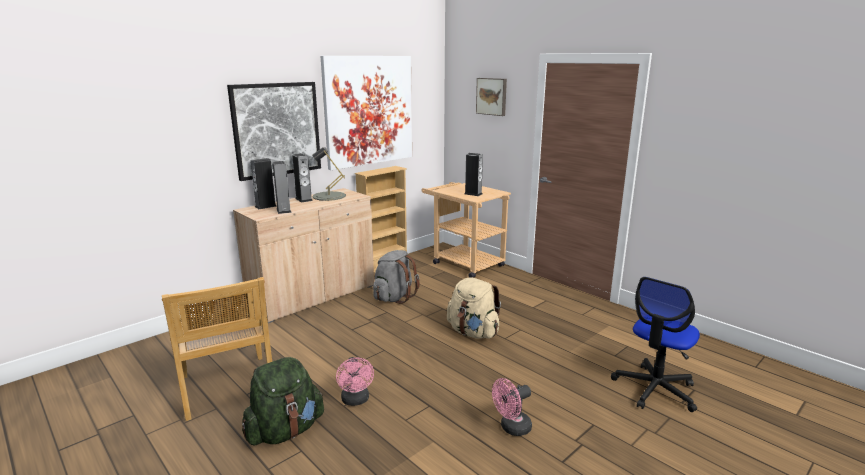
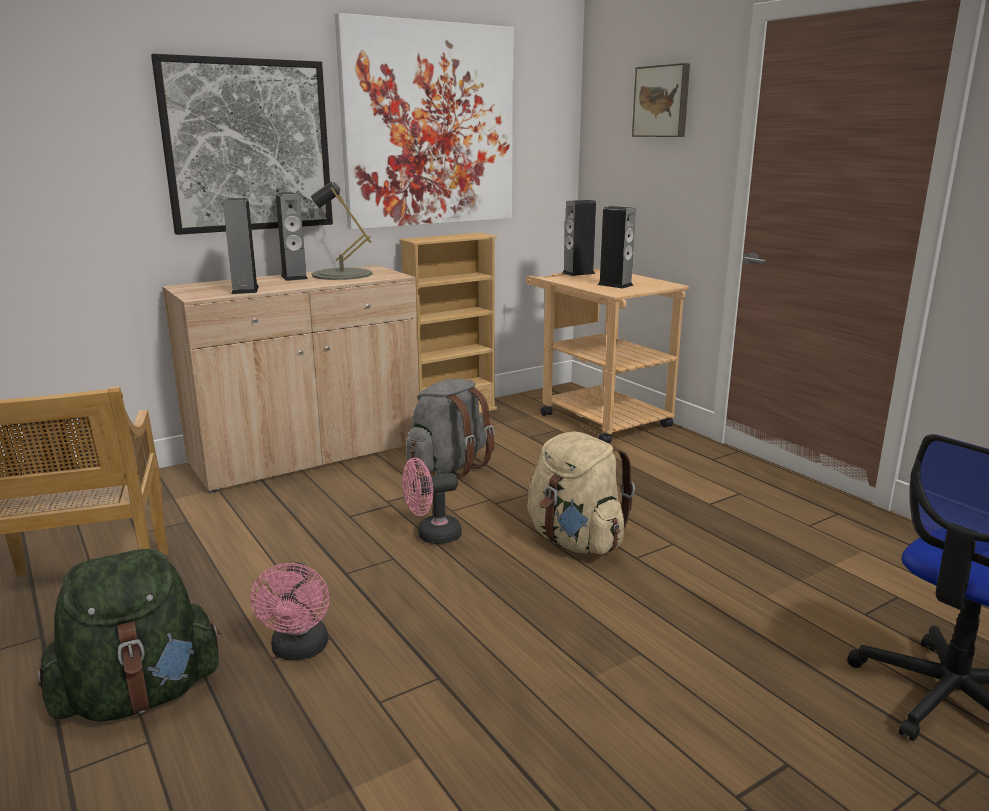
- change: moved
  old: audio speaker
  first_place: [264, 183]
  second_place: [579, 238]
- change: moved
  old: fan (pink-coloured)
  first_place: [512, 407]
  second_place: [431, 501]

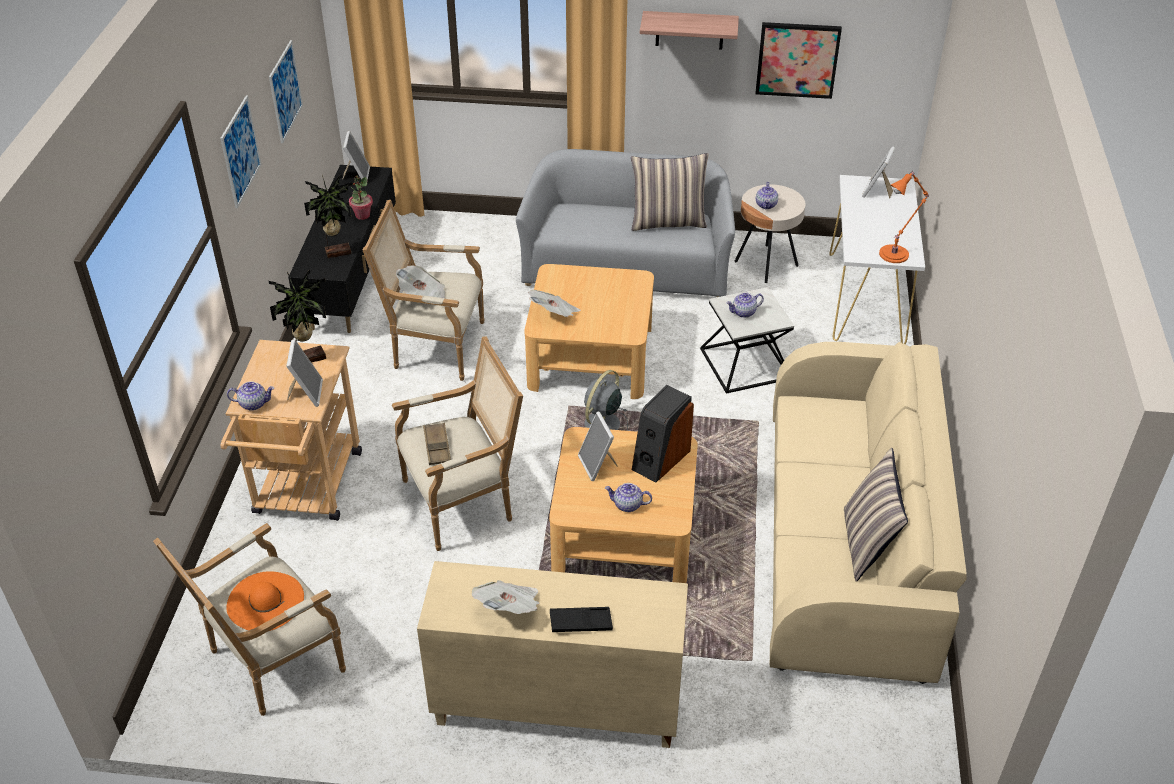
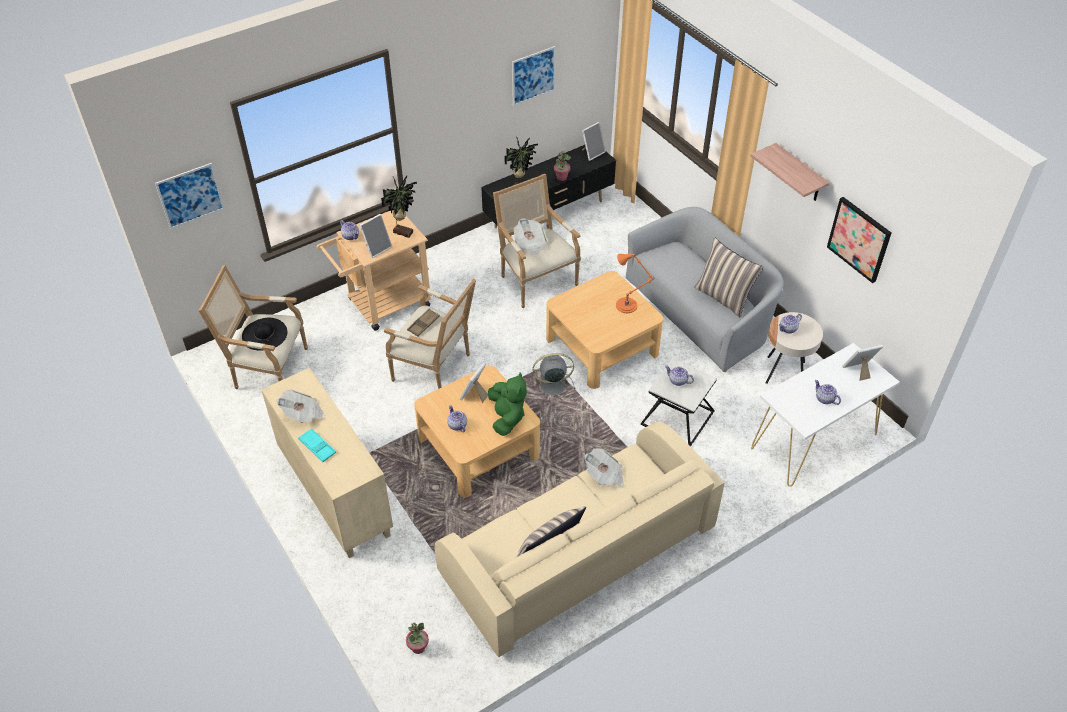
- change: moved
  old: wall art
  first_place: [240, 152]
  second_place: [190, 196]
- change: moved
  old: lamp for a table (orange)
  first_place: [904, 217]
  second_place: [635, 283]
- change: moved
  old: printed paper
  first_place: [554, 303]
  second_place: [604, 467]
- change: replaced
  old: audio speaker
  new: soft toy (green-coloured)
  first_place: [663, 433]
  second_place: [507, 404]
- change: recoloured
  old: clothing hat (orange)
  new: clothing hat (black)
  first_place: [265, 601]
  second_place: [265, 334]
- change: recoloured
  old: carrying tray (black)
  new: carrying tray (blue-green)
  first_place: [581, 619]
  second_place: [317, 445]
- change: added
  new: teapot
  second_place: [828, 392]
- change: added
  new: houseplant
  second_place: [417, 638]

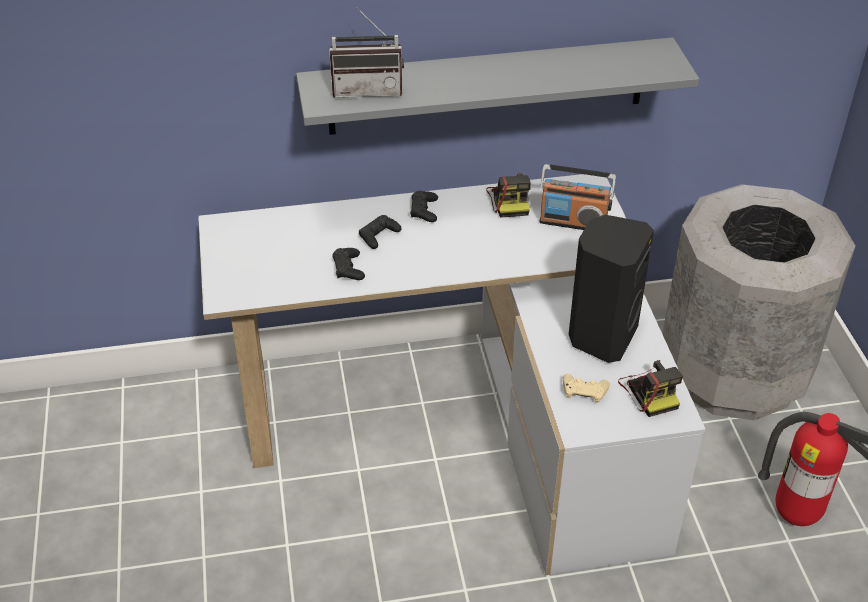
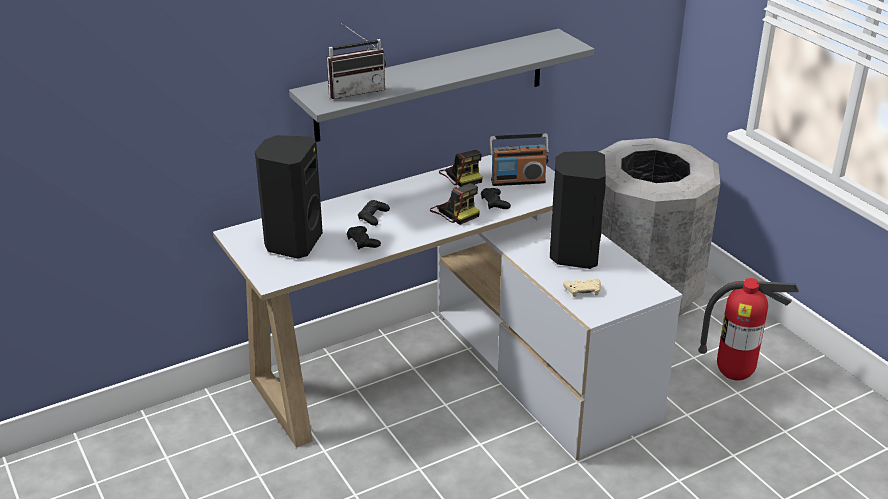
- change: moved
  old: game controller (black)
  first_place: [424, 206]
  second_place: [496, 198]
- change: moved
  old: still camera
  first_place: [650, 388]
  second_place: [455, 204]
- change: added
  new: audio speaker (black)
  second_place: [289, 197]

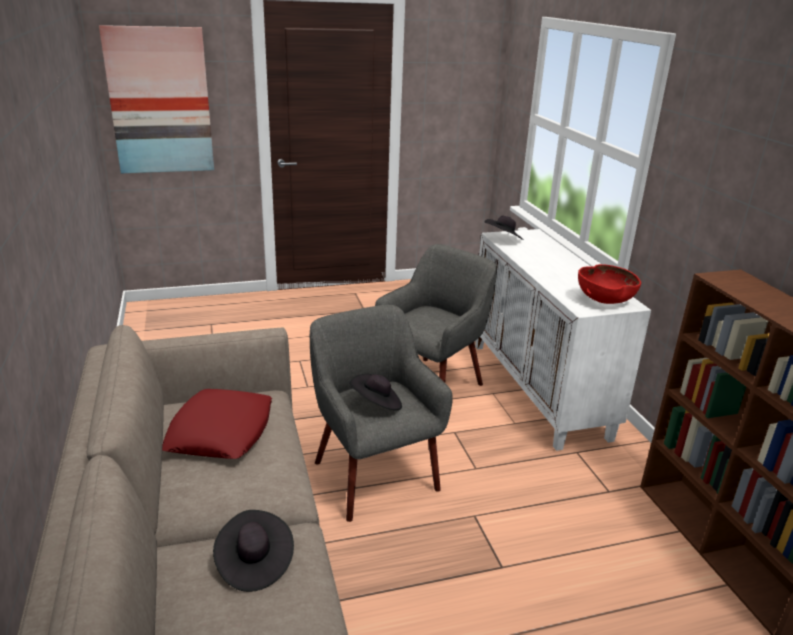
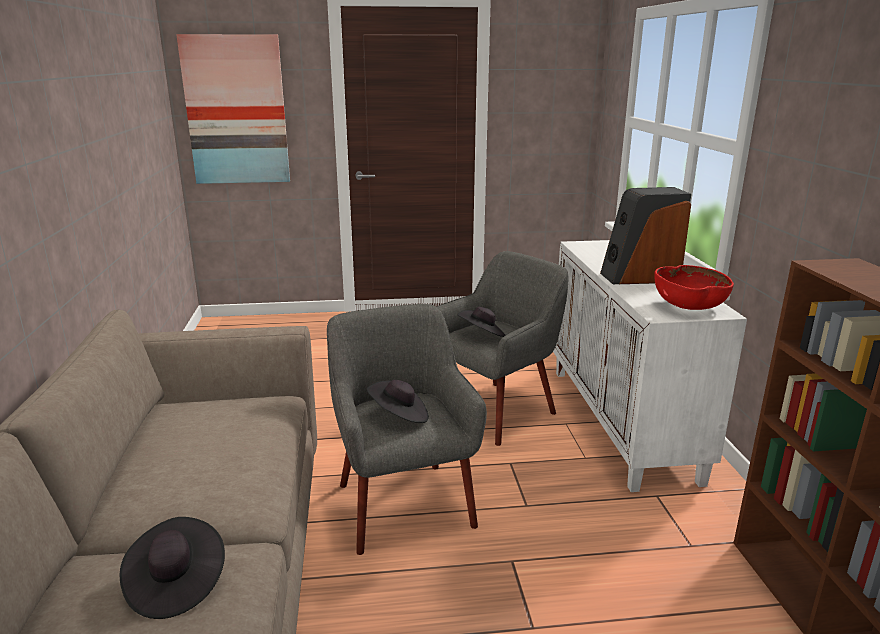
- change: moved
  old: clothing hat (black)
  first_place: [504, 227]
  second_place: [481, 322]
- change: removed
  old: cushion (red-coloured)
  first_place: [217, 424]
- change: added
  new: audio speaker
  second_place: [645, 235]

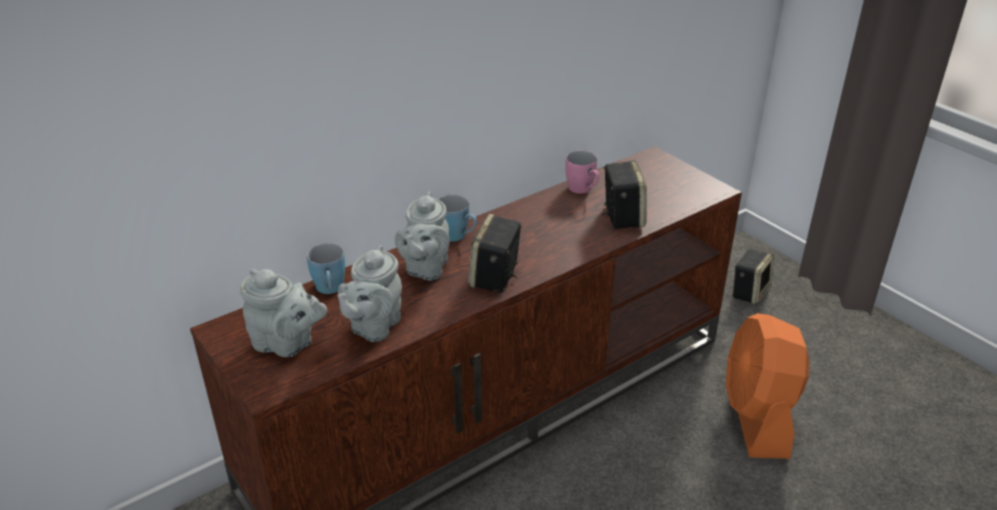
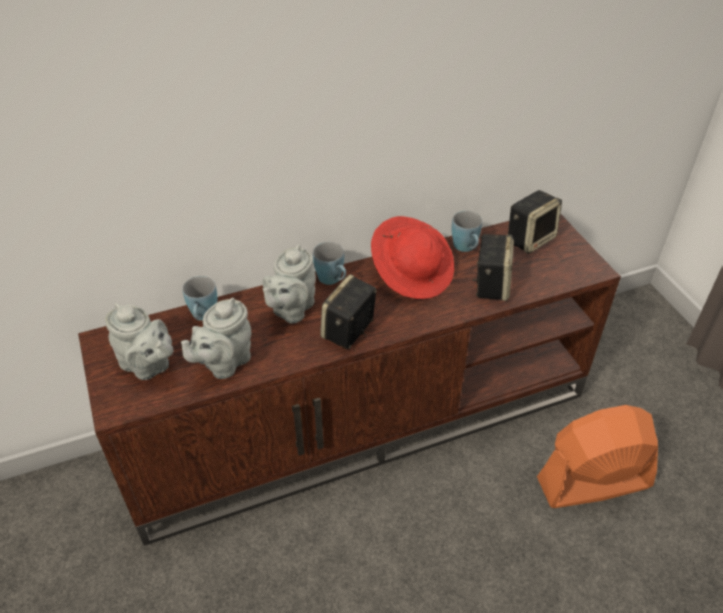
- change: recoloured
  old: tea mug (pink-coloured)
  new: tea mug (blue-coloured)
  first_place: [582, 172]
  second_place: [467, 231]
- change: moved
  old: audio speaker
  first_place: [753, 277]
  second_place: [535, 222]
- change: turned
  old: fan (orange)
  first_place: [767, 386]
  second_place: [597, 456]
  degrees: 60
- change: added
  new: clothing hat (red-coloured)
  second_place: [412, 257]

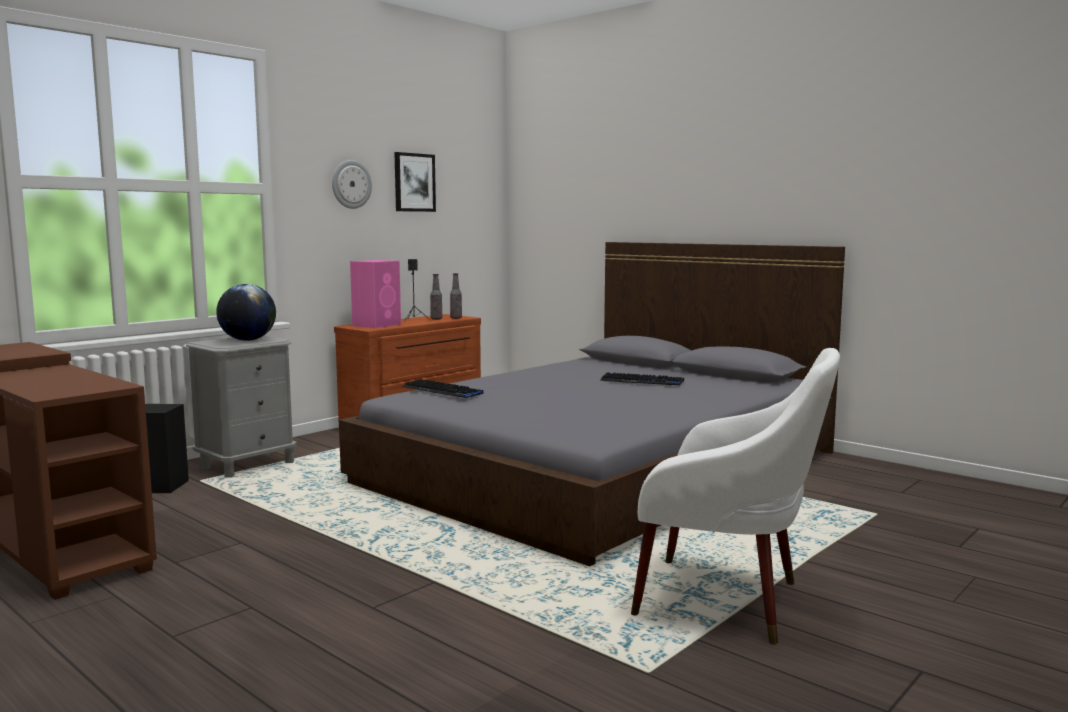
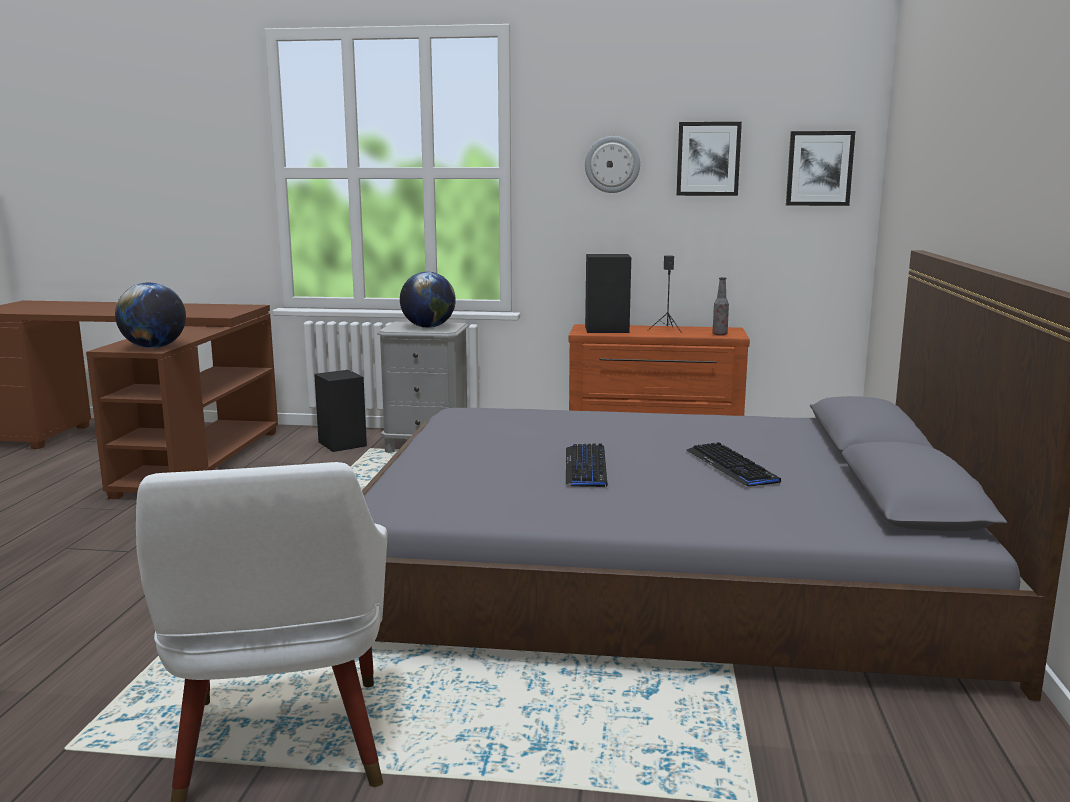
- change: recoloured
  old: audio speaker (pink-coloured)
  new: audio speaker (black)
  first_place: [375, 294]
  second_place: [608, 293]
- change: removed
  old: bottle
  first_place: [436, 297]
- change: moved
  old: keyboard
  first_place: [442, 388]
  second_place: [587, 465]
- change: added
  new: wall art
  second_place: [820, 168]
- change: added
  new: world globe
  second_place: [150, 315]

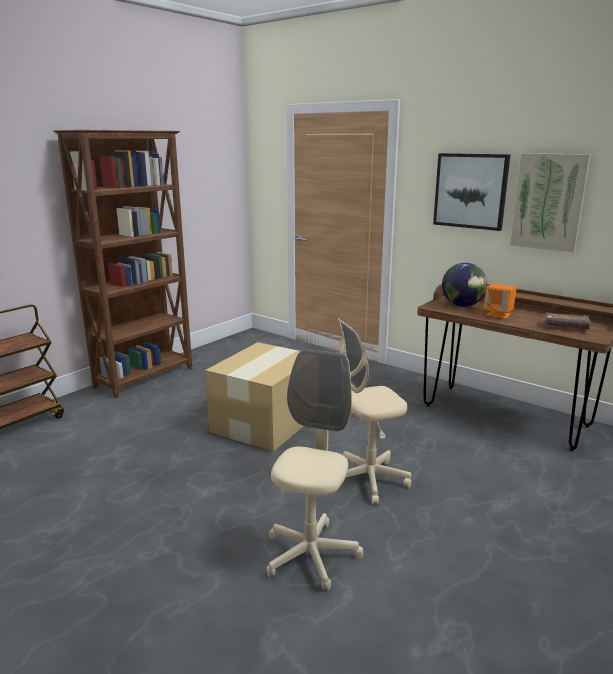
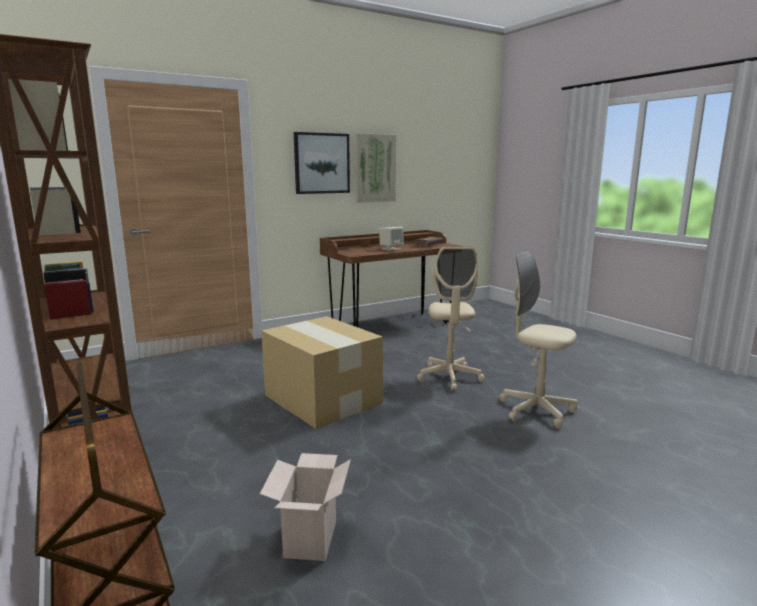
- change: removed
  old: world globe
  first_place: [464, 285]
- change: recoloured
  old: audio speaker (orange)
  new: audio speaker (beige-coloured)
  first_place: [500, 301]
  second_place: [391, 239]
- change: added
  new: packing box
  second_place: [305, 507]

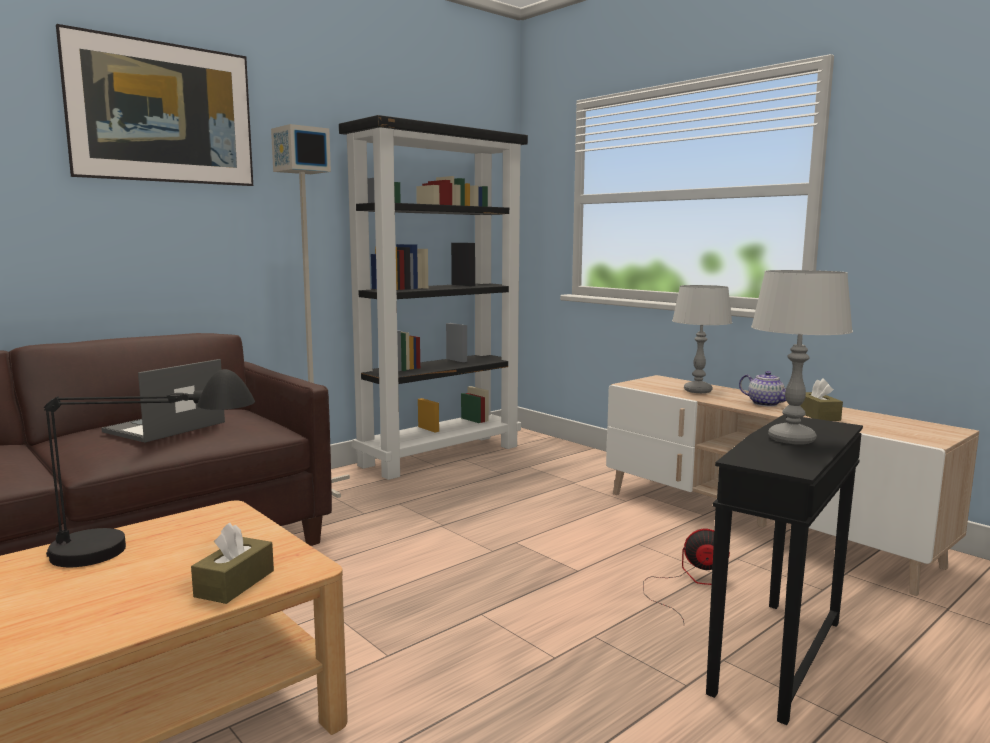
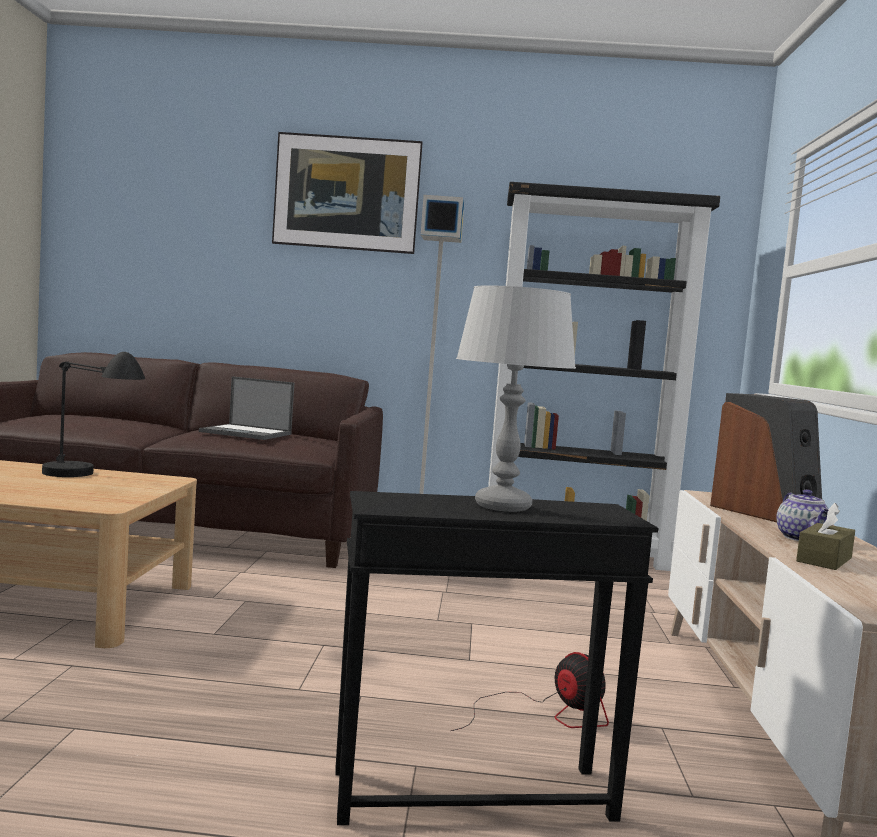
- change: replaced
  old: lamp for a table (grey)
  new: audio speaker
  first_place: [702, 339]
  second_place: [766, 457]
- change: turned
  old: notebook computer
  first_place: [163, 401]
  second_place: [246, 408]
  degrees: -150
- change: removed
  old: tissue holder (brownish)
  first_place: [232, 563]

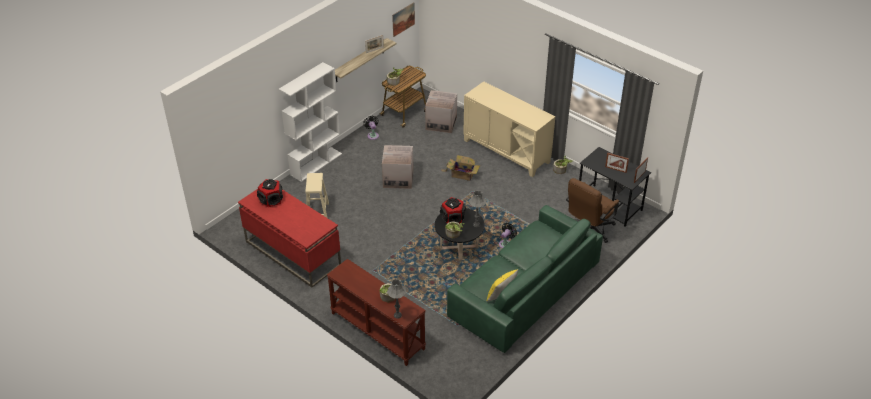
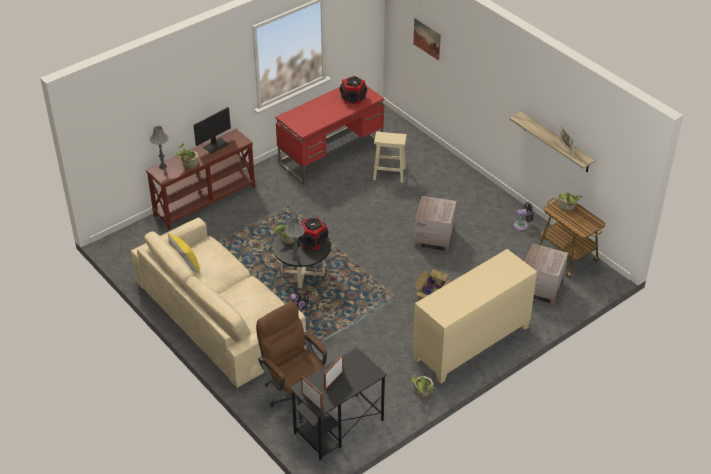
- change: moved
  old: wall art
  first_place: [403, 19]
  second_place: [427, 39]
- change: removed
  old: shelving unit (white)
  first_place: [310, 122]
- change: recoloured
  old: couch (green-coloured)
  new: couch (beige-coloured)
  first_place: [525, 279]
  second_place: [218, 303]
- change: added
  new: computer screen
  second_place: [212, 130]

